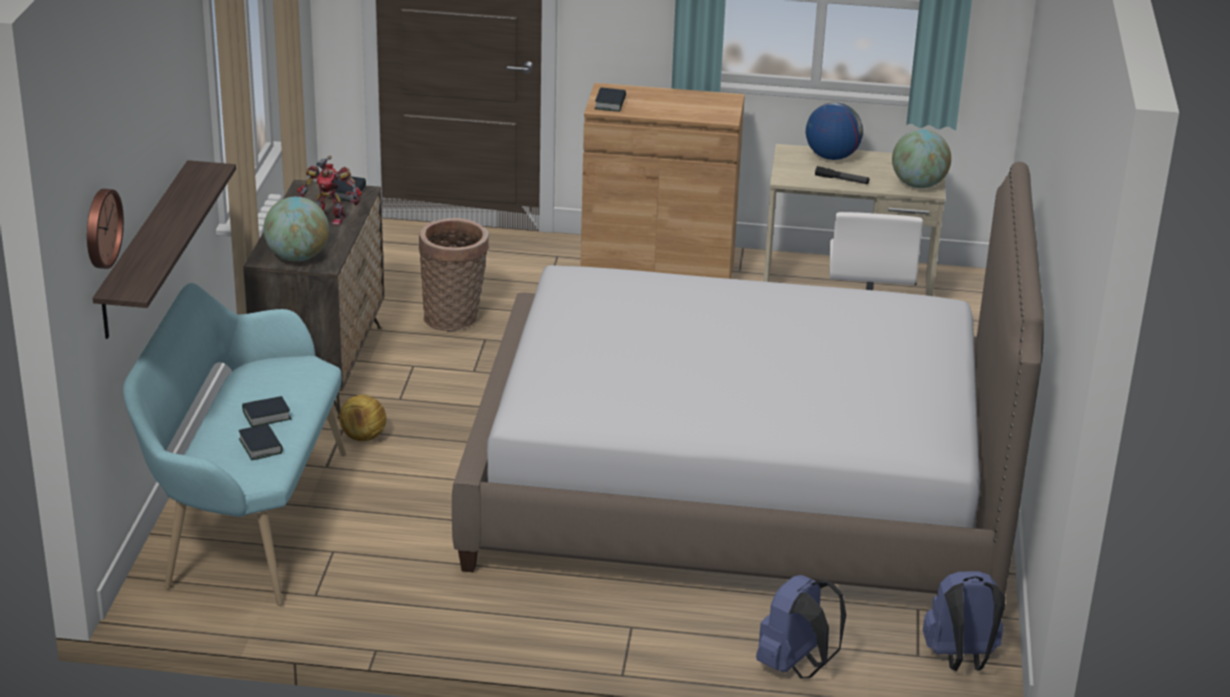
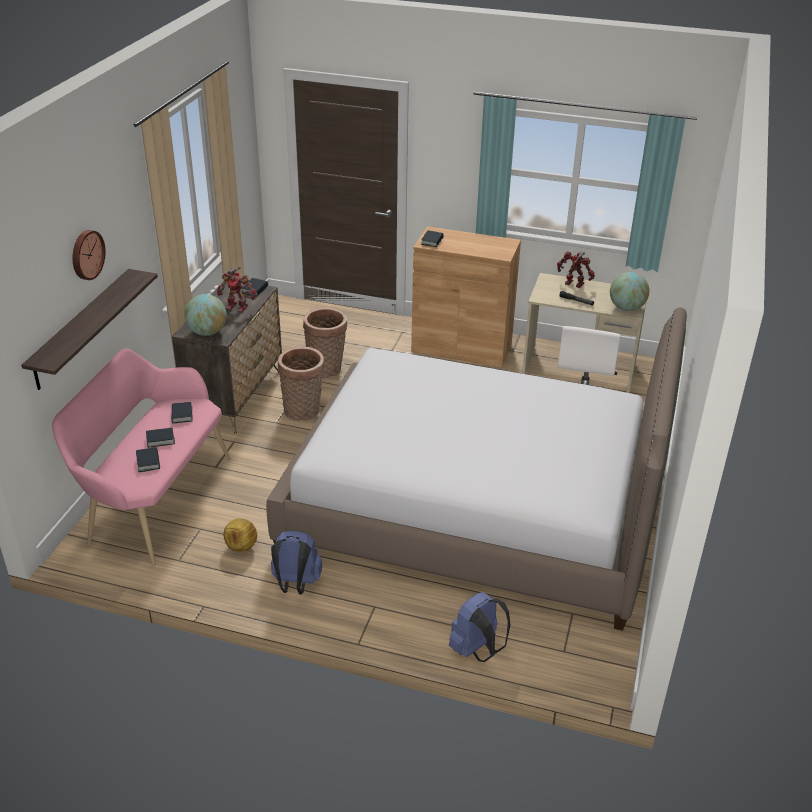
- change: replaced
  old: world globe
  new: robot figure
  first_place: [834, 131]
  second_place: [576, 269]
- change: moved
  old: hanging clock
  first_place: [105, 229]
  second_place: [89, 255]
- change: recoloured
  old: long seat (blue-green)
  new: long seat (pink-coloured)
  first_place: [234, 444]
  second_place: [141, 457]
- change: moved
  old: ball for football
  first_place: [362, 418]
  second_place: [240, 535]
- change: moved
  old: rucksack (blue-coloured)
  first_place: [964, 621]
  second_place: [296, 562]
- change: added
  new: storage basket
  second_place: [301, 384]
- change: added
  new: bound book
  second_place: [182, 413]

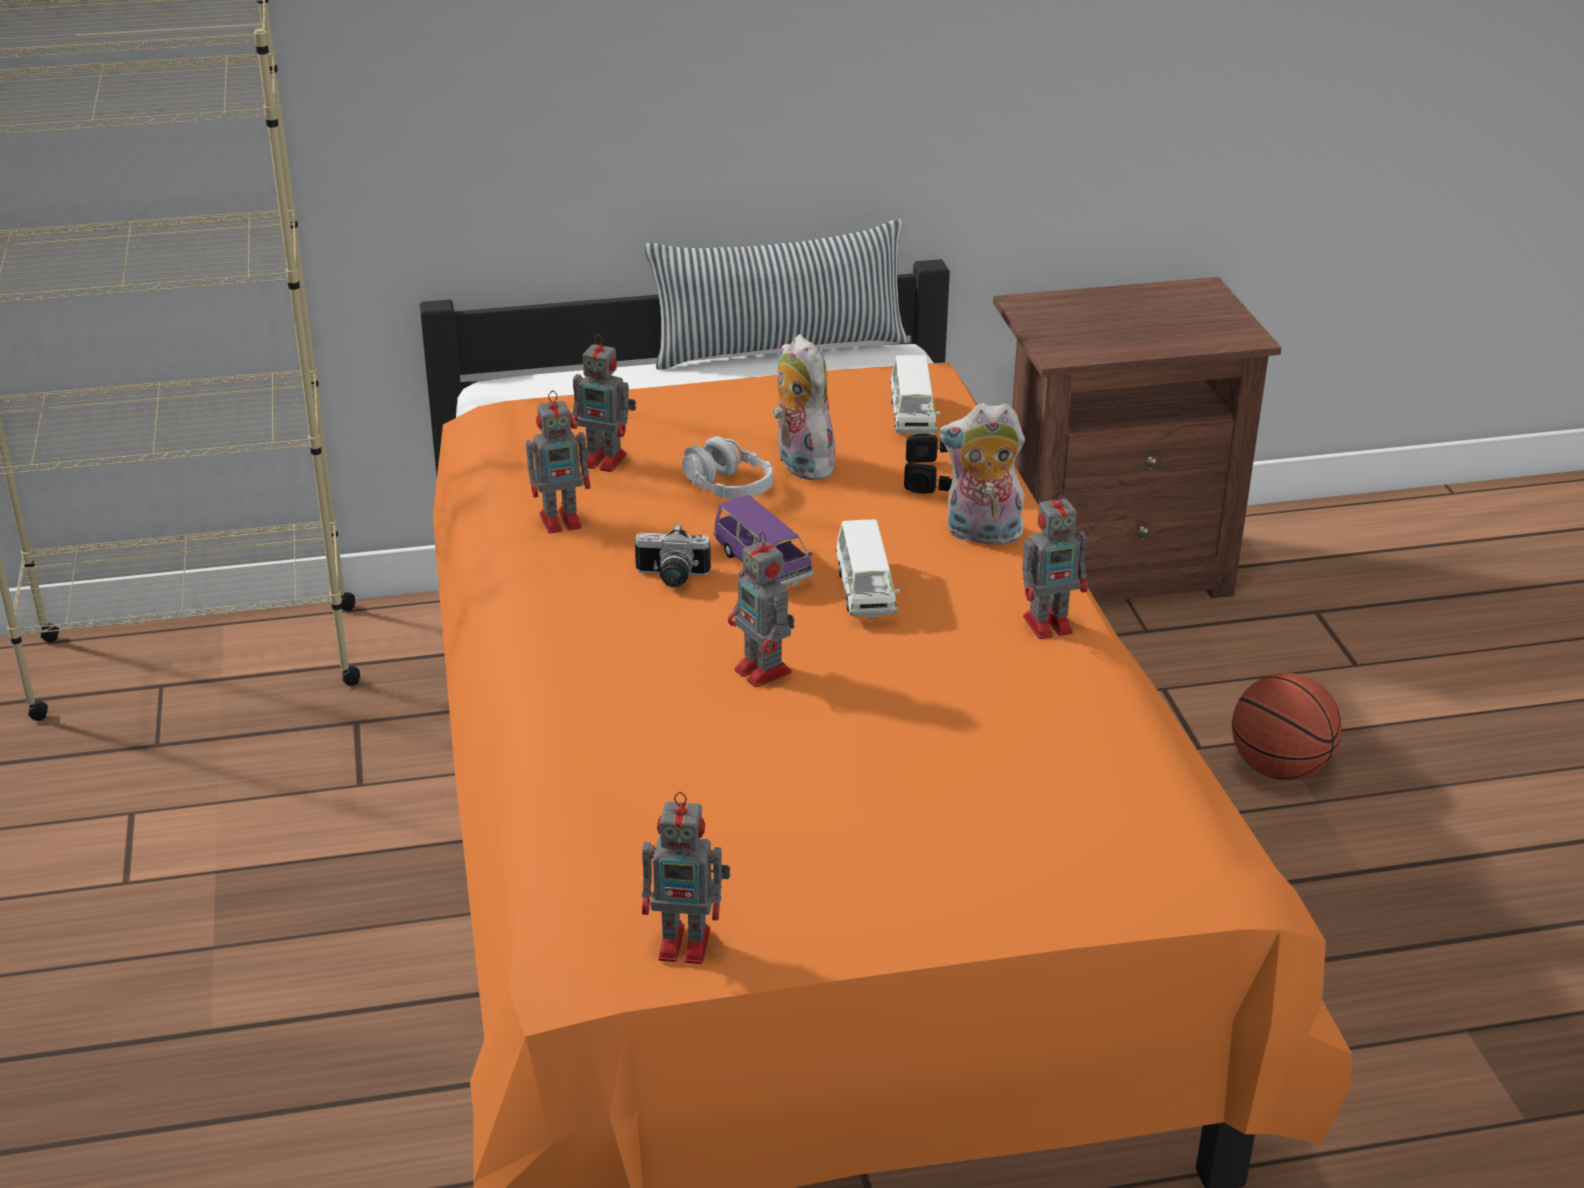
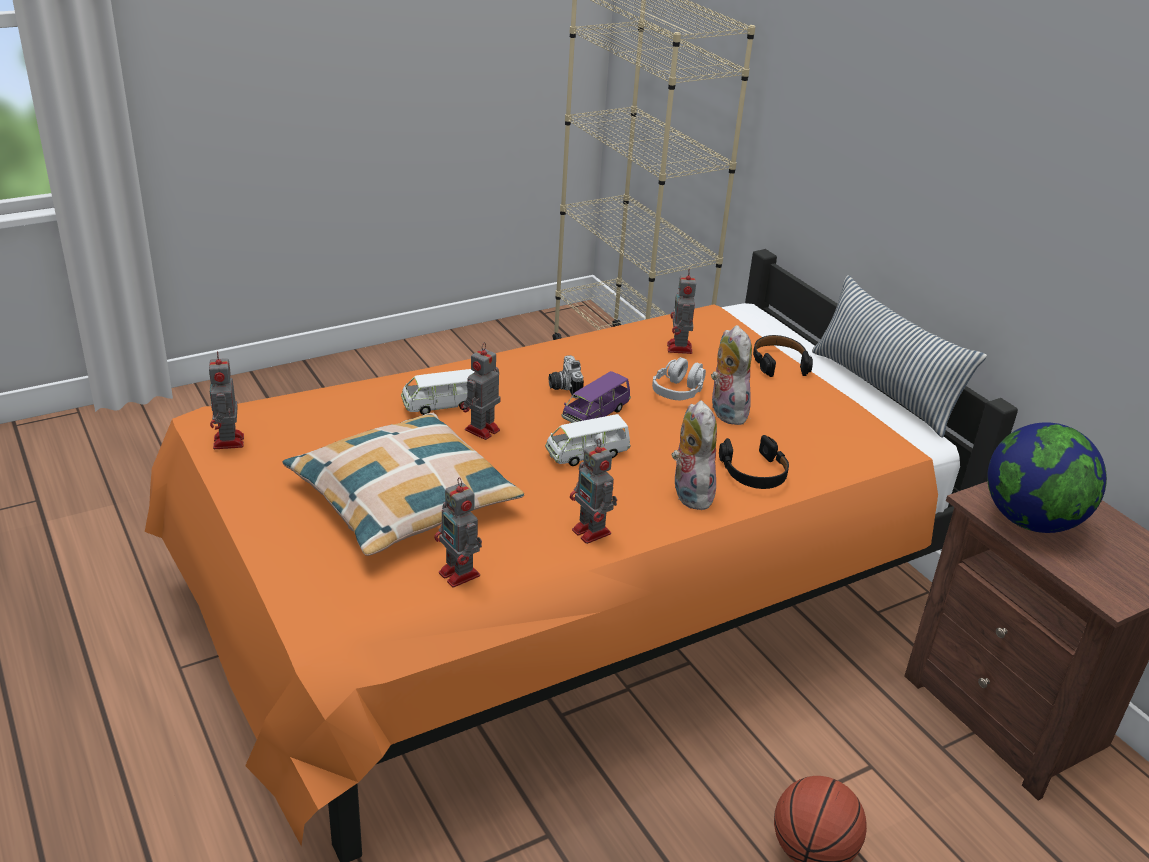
- change: turned
  old: soft toy
  first_place: [804, 407]
  second_place: [731, 375]
  degrees: -60
- change: moved
  old: model car (white)
  first_place: [915, 395]
  second_place: [438, 392]
- change: moved
  old: robot figure
  first_place: [558, 462]
  second_place: [458, 532]
- change: added
  new: pair of headphones (black)
  second_place: [783, 356]
- change: added
  new: cushion
  second_place: [403, 484]
- change: added
  new: world globe
  second_place: [1047, 477]

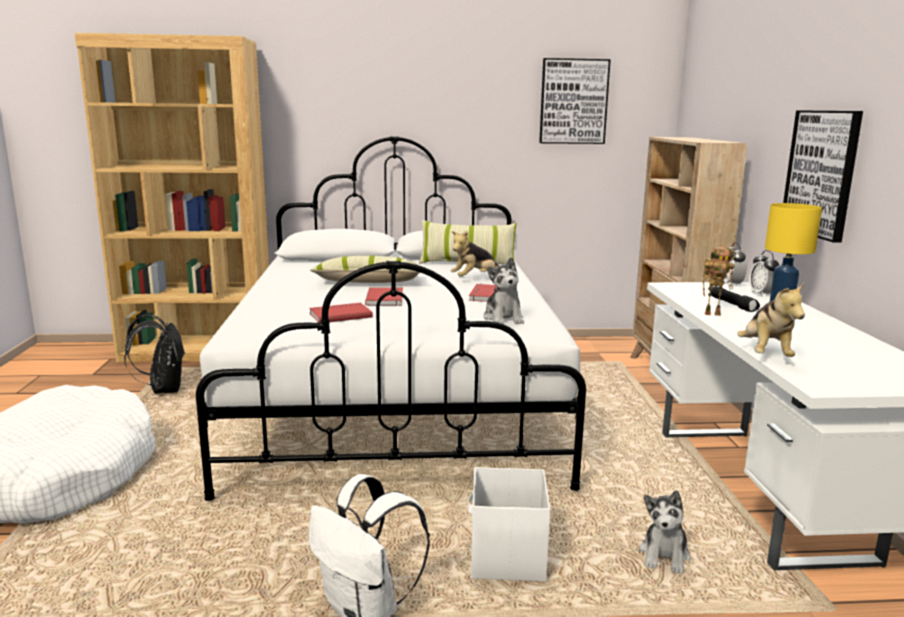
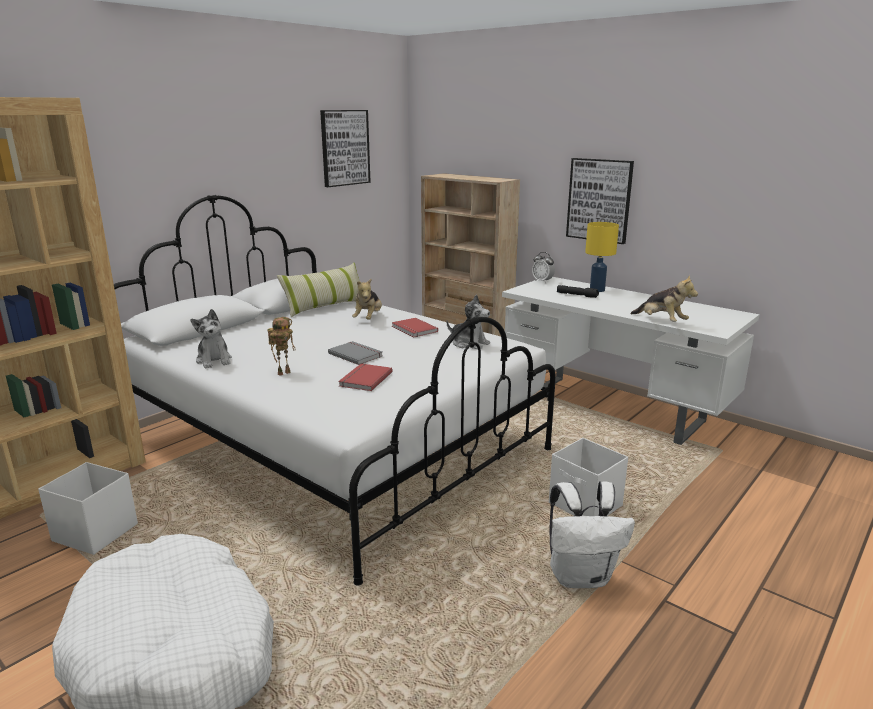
- change: moved
  old: robot figure
  first_place: [719, 281]
  second_place: [281, 346]
- change: removed
  old: bedside clock
  first_place: [764, 273]
- change: removed
  old: cushion
  first_place: [365, 269]
- change: recoloured
  old: bound book (red-coloured)
  new: bound book (grey)
  first_place: [384, 296]
  second_place: [355, 353]
- change: replaced
  old: rucksack (black)
  new: storage container (white)
  first_place: [154, 353]
  second_place: [88, 508]
- change: moved
  old: soft toy
  first_place: [665, 532]
  second_place: [211, 338]

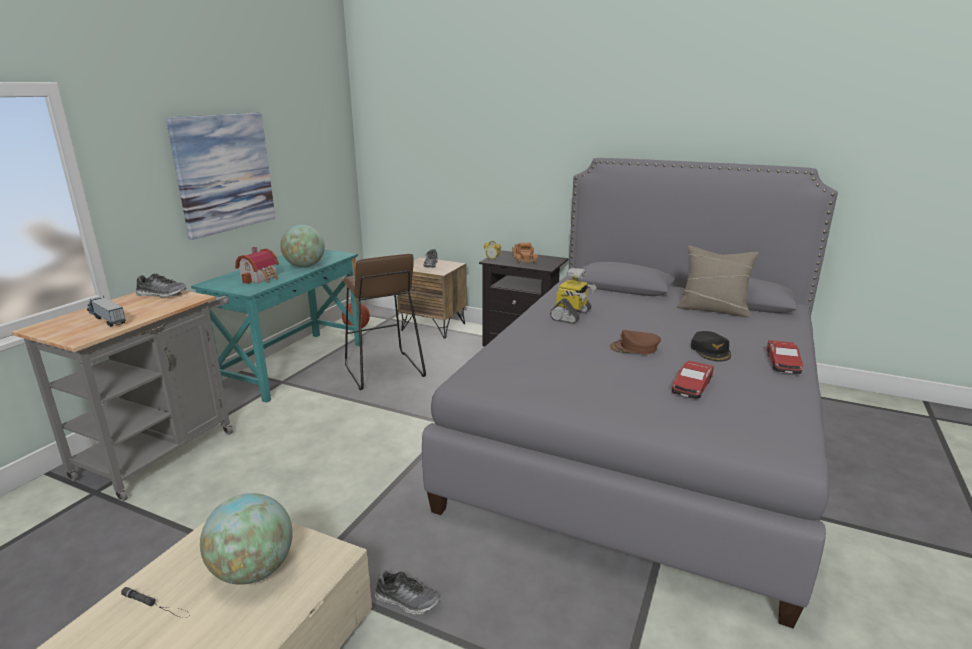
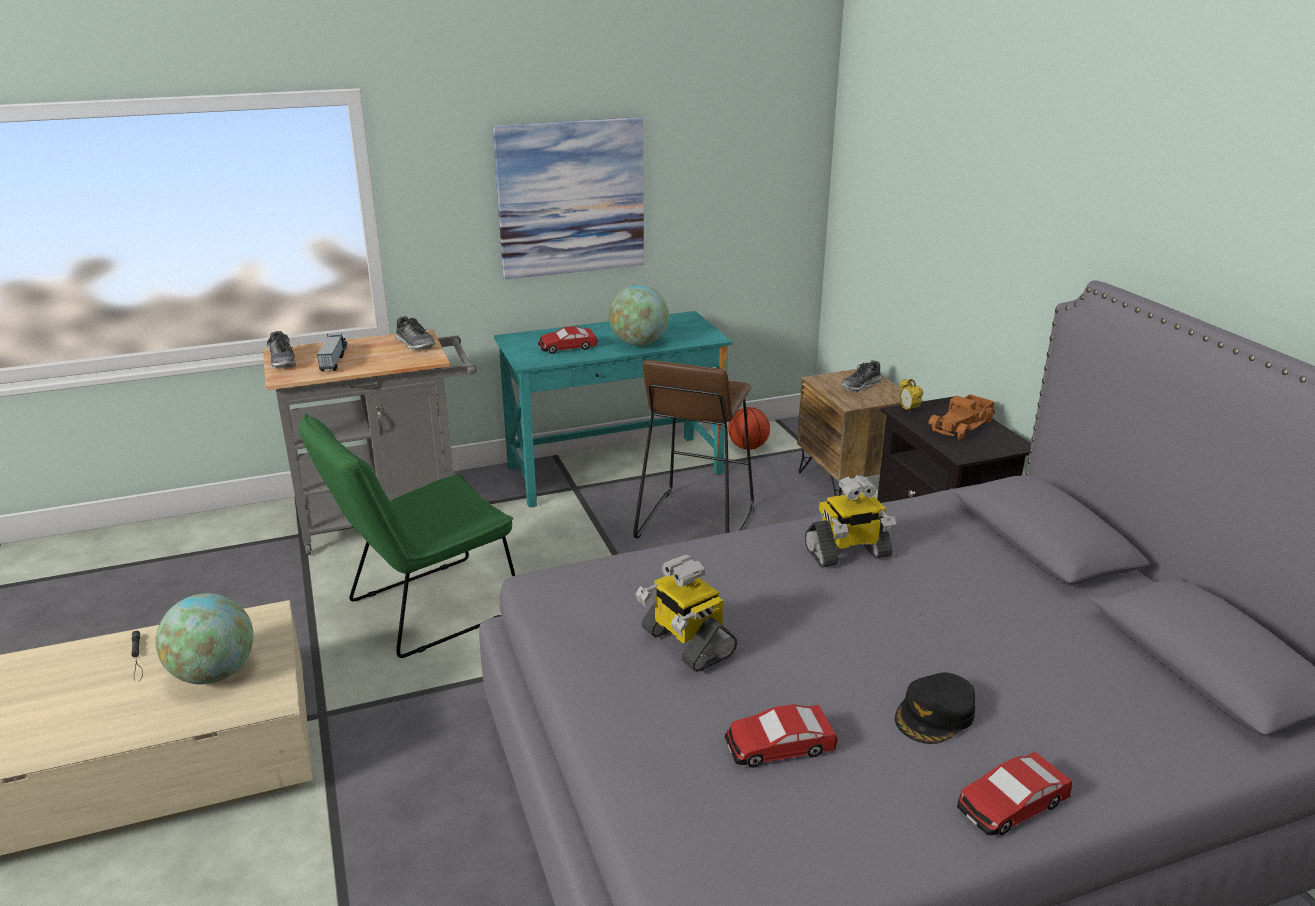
- change: removed
  old: cushion (beige-coloured)
  first_place: [718, 281]
- change: replaced
  old: model house
  new: model car
  first_place: [257, 265]
  second_place: [568, 340]
- change: removed
  old: cap (brownish)
  first_place: [635, 342]
- change: moved
  old: shoe
  first_place: [407, 592]
  second_place: [281, 350]
- change: added
  new: plain chair (green-coloured)
  second_place: [407, 536]
- change: added
  new: robot figure
  second_place: [686, 613]

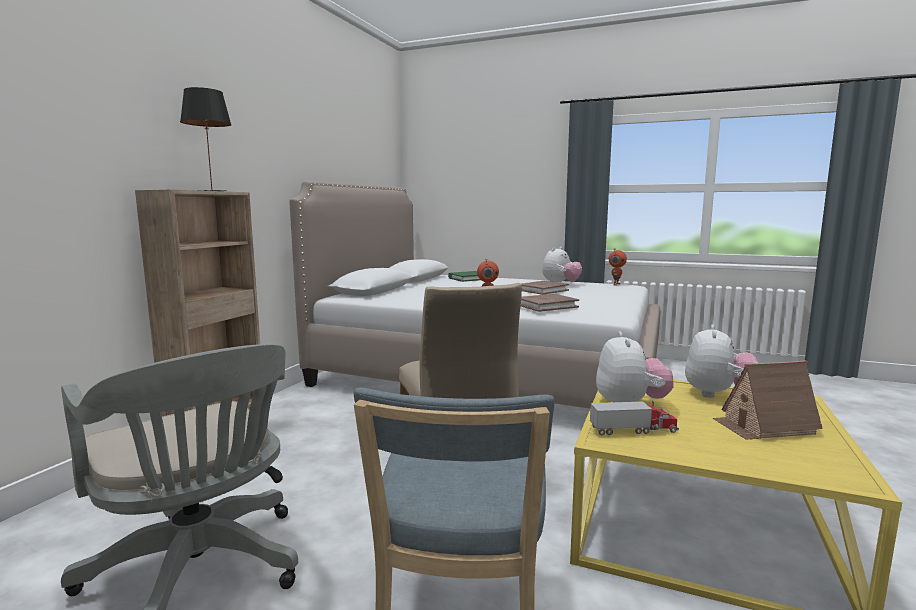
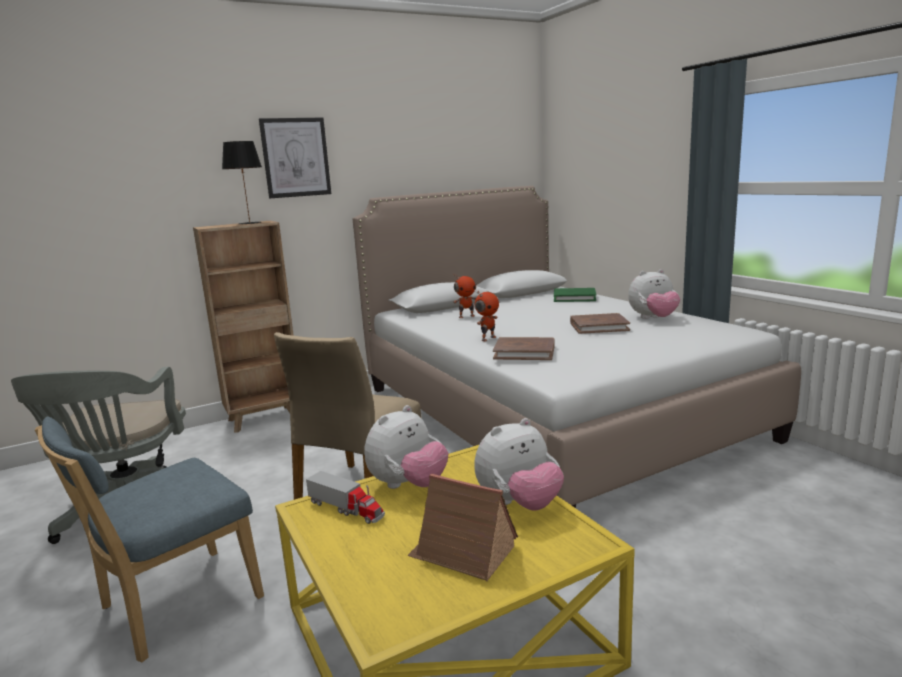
- change: moved
  old: robot figure
  first_place: [618, 267]
  second_place: [464, 295]
- change: added
  new: wall art
  second_place: [295, 158]

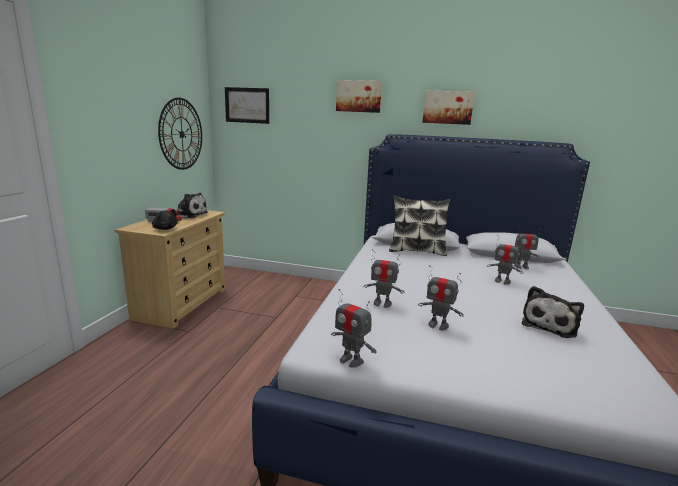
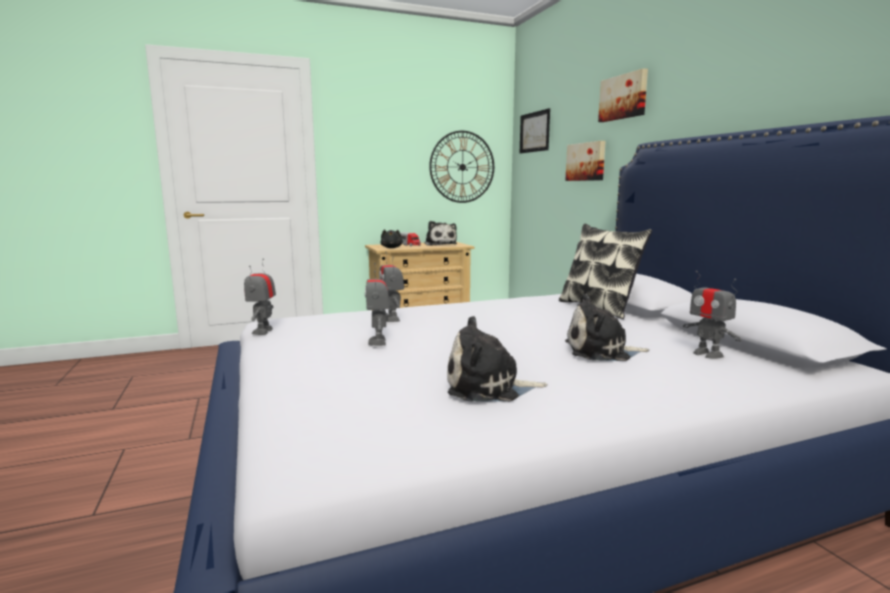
- change: moved
  old: wall art
  first_place: [449, 108]
  second_place: [585, 161]
- change: replaced
  old: robot figure
  new: soft toy
  first_place: [505, 260]
  second_place: [607, 327]

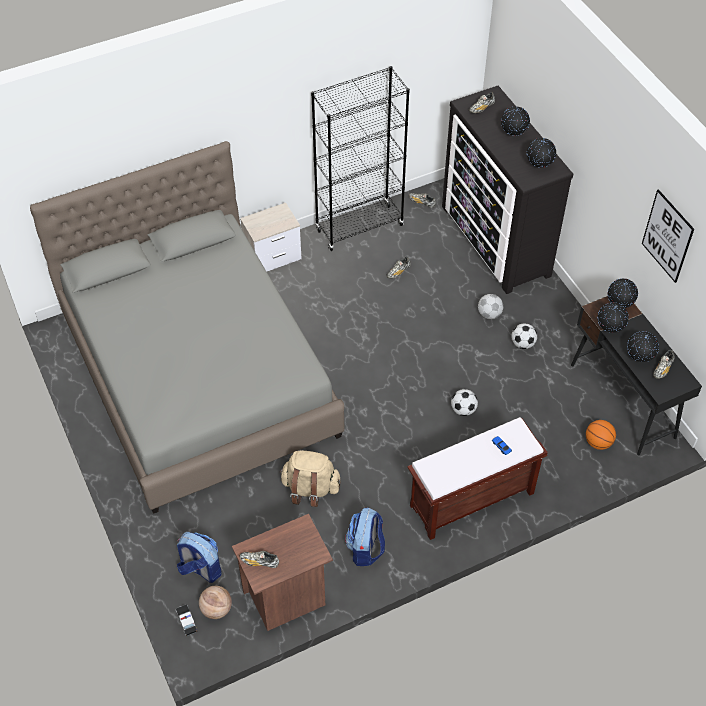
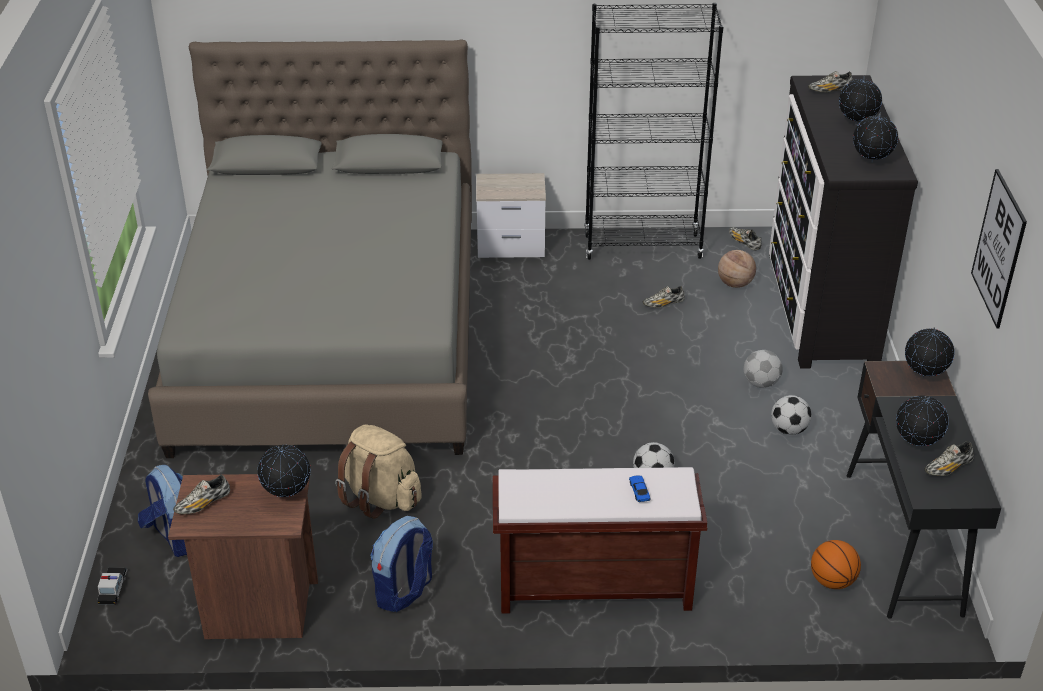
- change: moved
  old: world globe
  first_place: [613, 317]
  second_place: [284, 471]
- change: turned
  old: shoe
  first_place: [259, 559]
  second_place: [201, 494]
  degrees: -75
- change: moved
  old: ball for basketball
  first_place: [215, 602]
  second_place: [737, 269]

